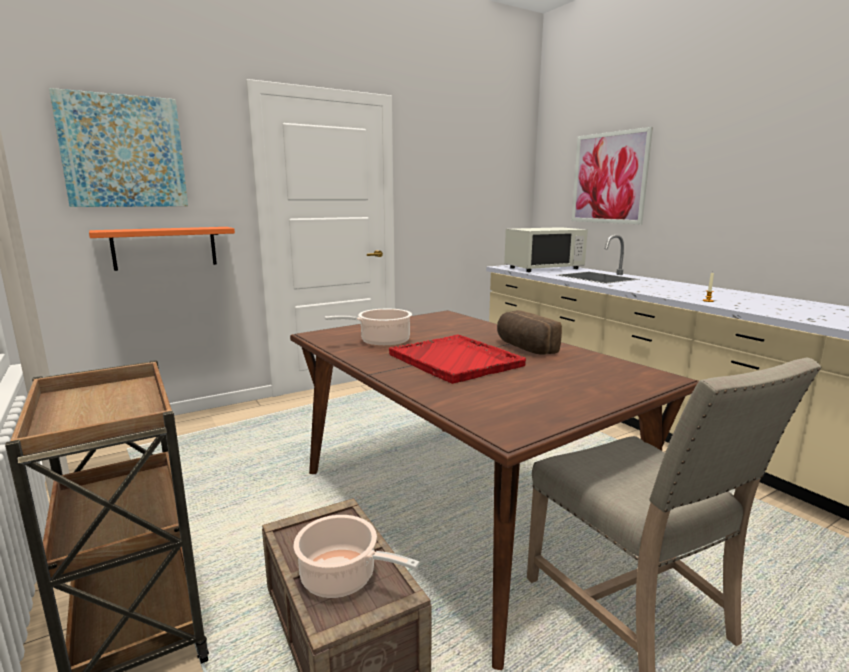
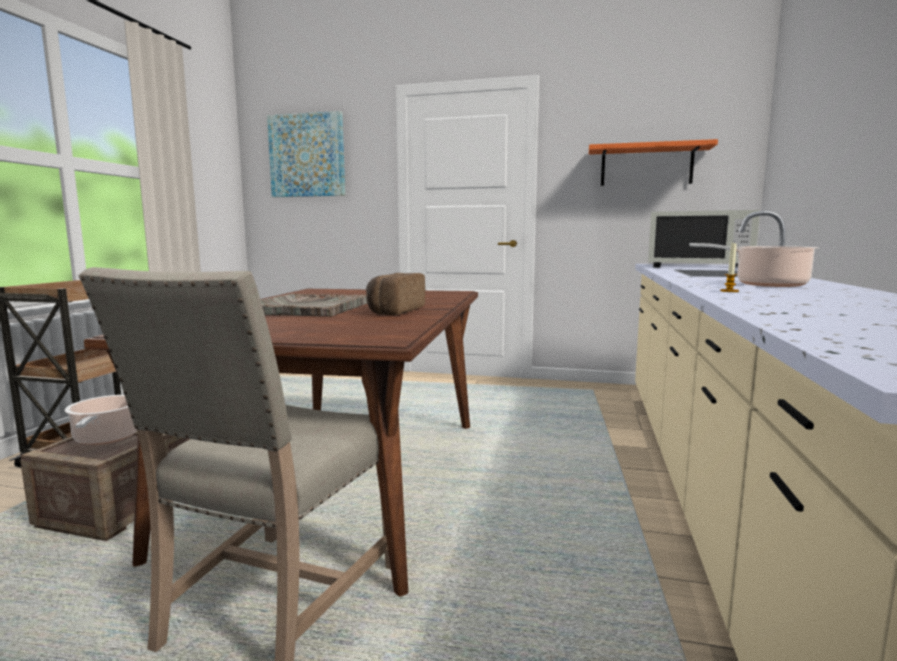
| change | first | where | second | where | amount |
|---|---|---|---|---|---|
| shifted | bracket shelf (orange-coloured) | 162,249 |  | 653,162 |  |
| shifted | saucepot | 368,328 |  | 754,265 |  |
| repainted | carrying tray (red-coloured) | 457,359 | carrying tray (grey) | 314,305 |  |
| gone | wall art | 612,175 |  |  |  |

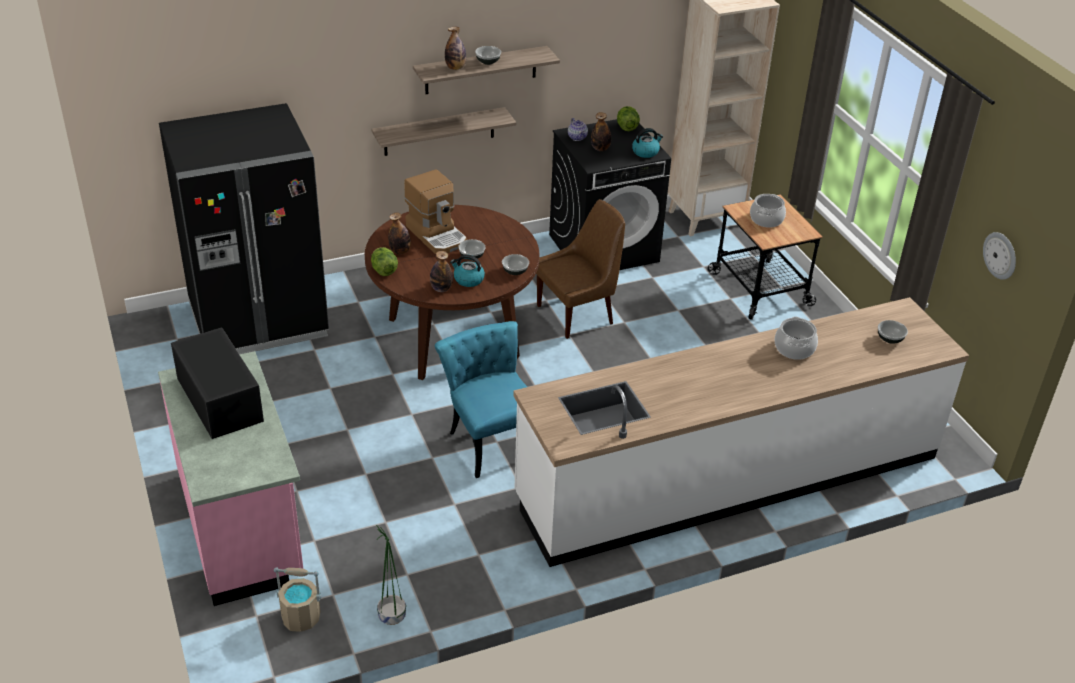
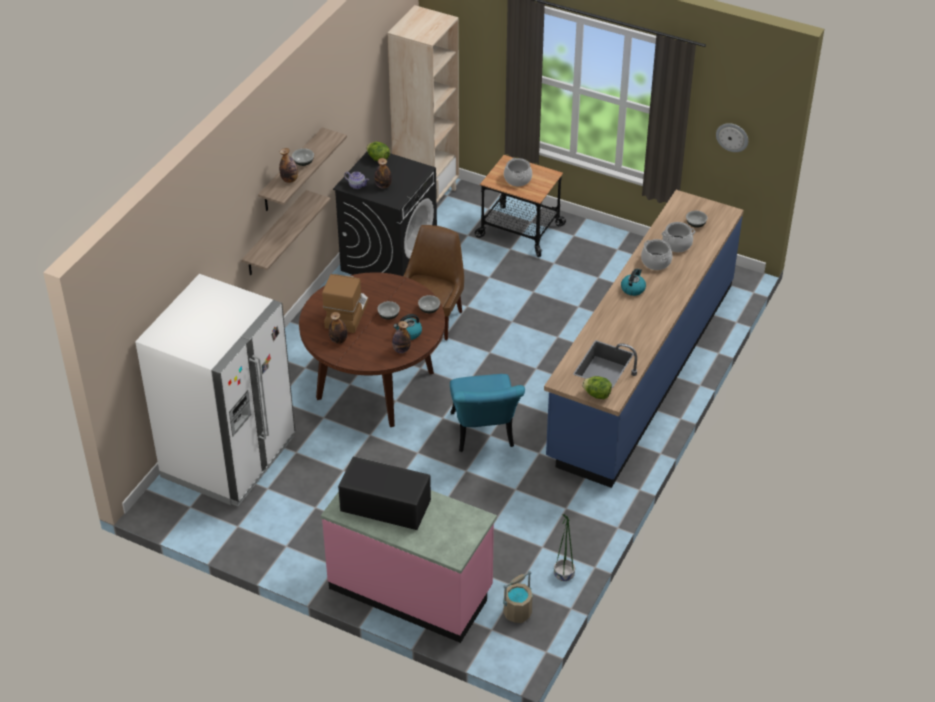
| change | first | where | second | where | amount |
|---|---|---|---|---|---|
| repainted | fridge (black) | 244,228 | fridge (white-coloured) | 215,390 |  |
| shifted | head of lettuce | 384,261 |  | 597,387 |  |
| rotated | coffee maker | 435,211 |  | 345,303 | 90 degrees counterclockwise |
| rotated | plain chair (turquoise-coloured) | 481,399 |  | 487,413 | 120 degrees counterclockwise |
| repainted | kitchen counter (white-coloured) | 741,432 | kitchen counter (blue-coloured) | 644,339 |  |
| shifted | water kettle | 647,143 |  | 633,282 |  |
| new |  |  | saucepot | 678,237 |  |

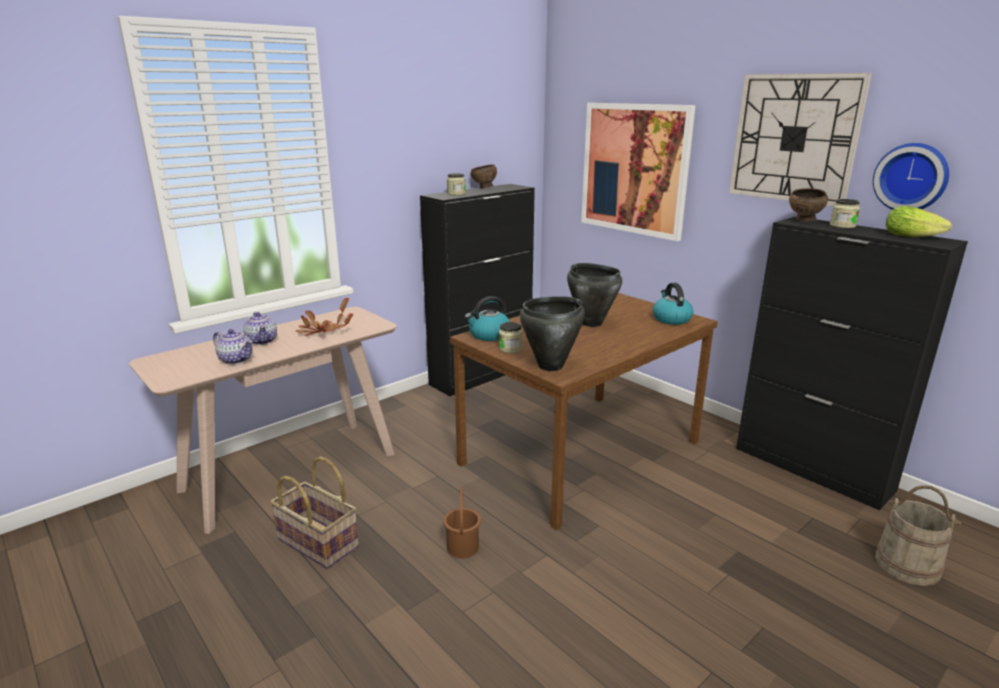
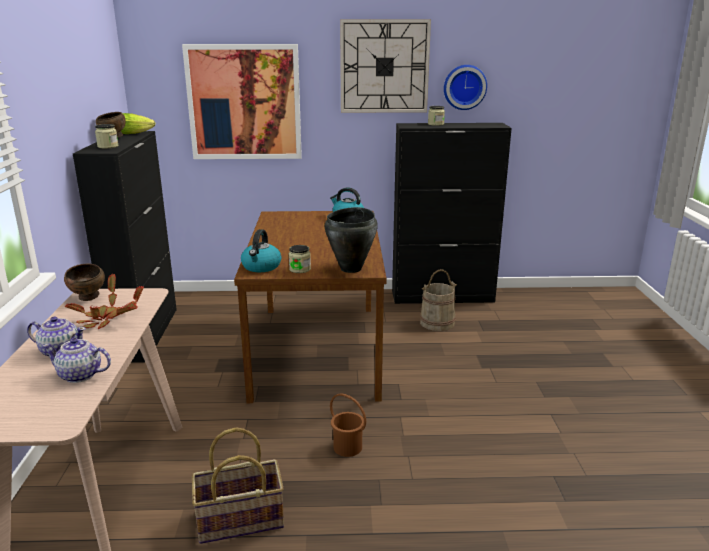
| change | first | where | second | where | amount |
|---|---|---|---|---|---|
| rotated | pot for tea | 233,347 |  | 76,360 | 150 degrees counterclockwise |
| gone | saucepot (black) | 594,295 |  |  |  |
| shifted | serving bowl (brown-coloured) | 808,205 |  | 84,282 |  |
| shifted | pail (sand-coloured) | 918,535 |  | 438,300 |  |
| shifted | head of lettuce | 919,221 |  | 138,123 |  |

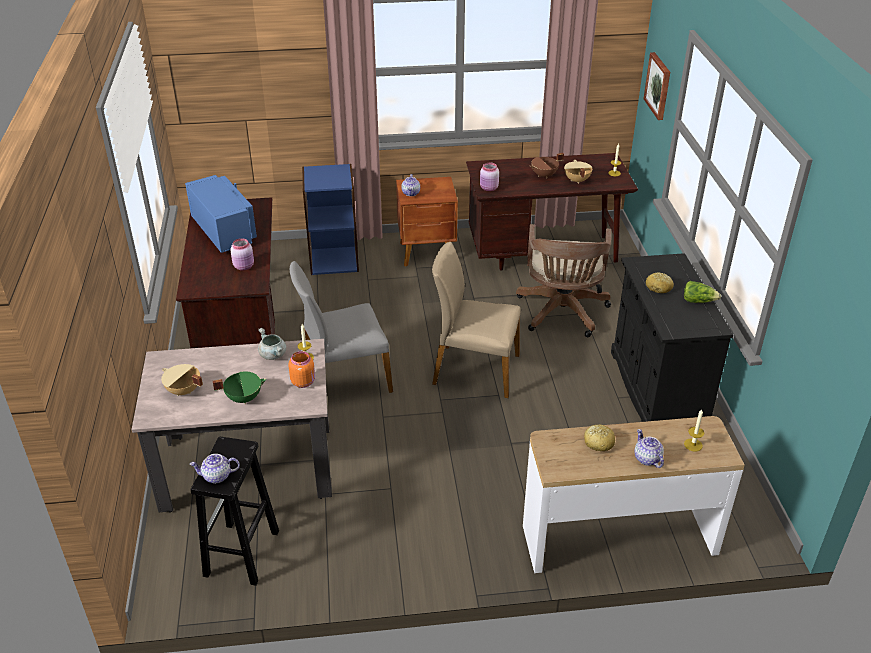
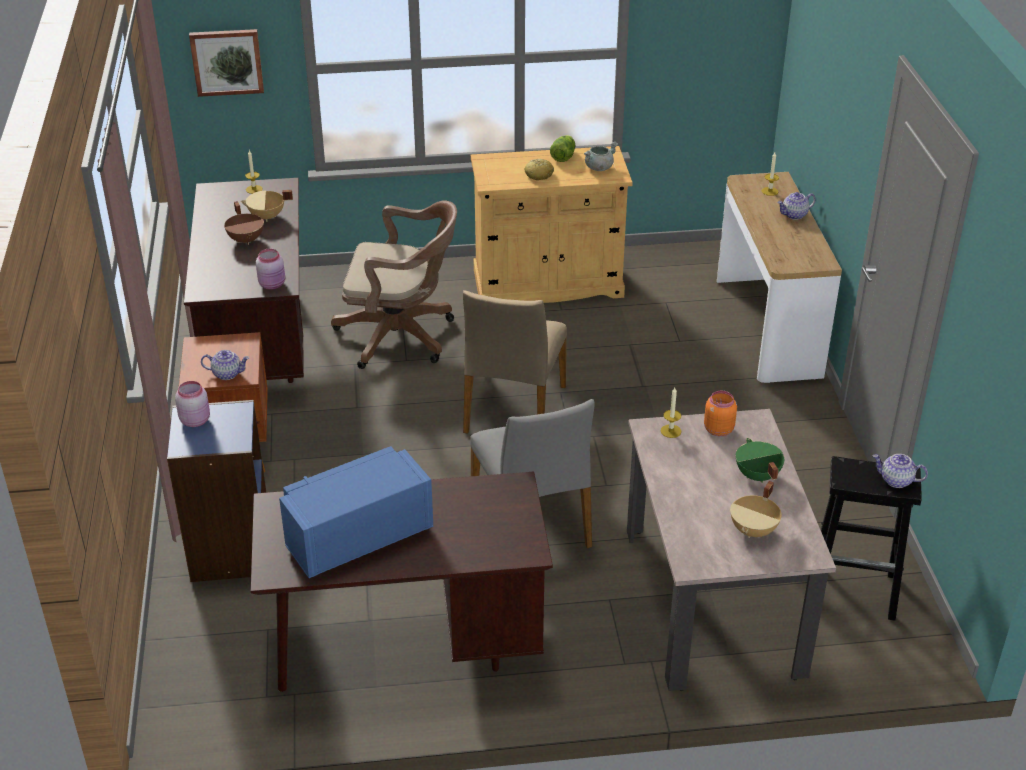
| change | first | where | second | where | amount |
|---|---|---|---|---|---|
| rotated | pot for tea | 215,468 |  | 900,471 | 120 degrees clockwise |
| shifted | storage jar (pinkish) | 242,254 |  | 192,404 |  |
| shifted | saucepot (grey) | 272,344 |  | 601,156 |  |
| gone | bakery bread | 599,438 |  |  |  |
| repainted | storage cabinet (black) | 672,337 | storage cabinet (sand-coloured) | 552,224 |  |

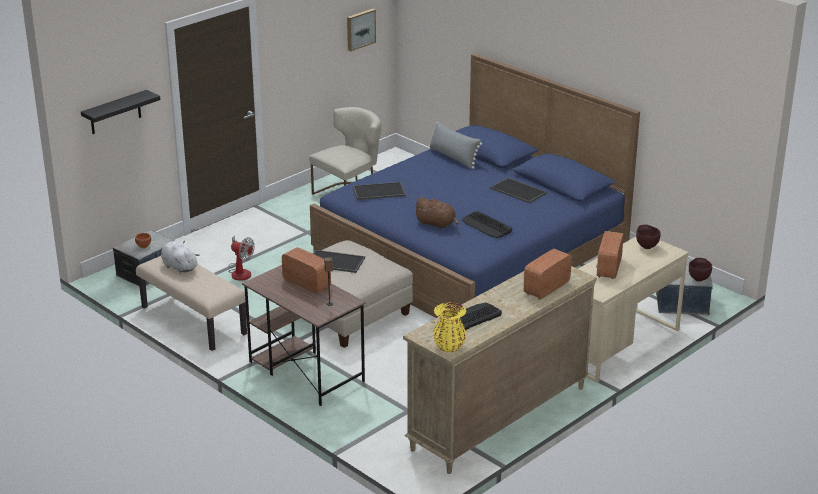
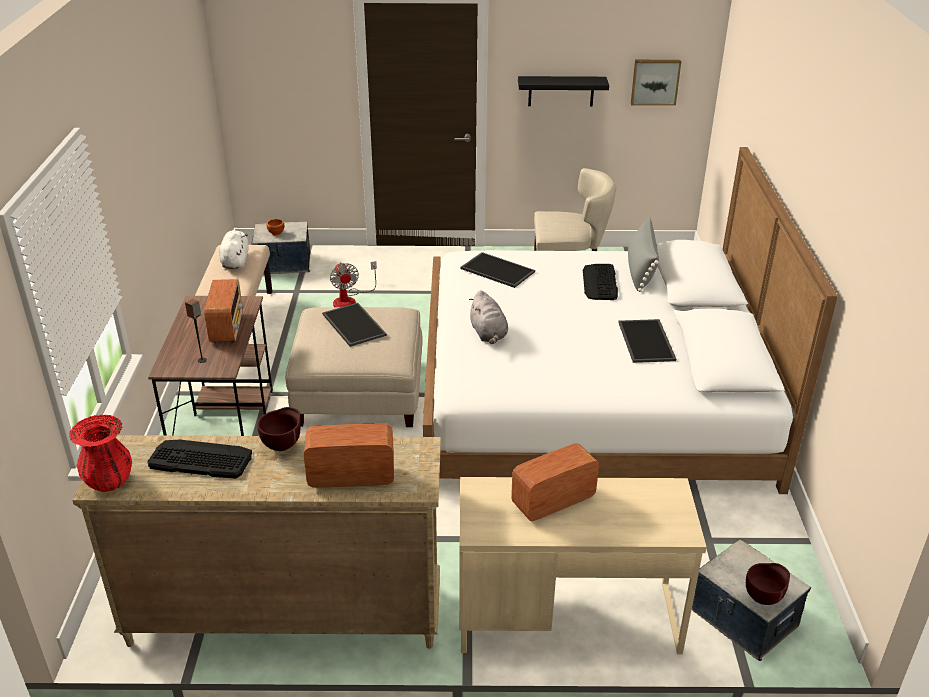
| change | first | where | second | where | amount |
|---|---|---|---|---|---|
| shifted | bracket shelf (black) | 120,112 |  | 563,91 |  |
| repainted | sleeping bed (blue-coloured) | 475,185 | sleeping bed (white-coloured) | 630,320 |  |
| repainted | cuddly toy (brown-coloured) | 436,213 | cuddly toy (grey) | 488,317 |  |
| repainted | decorative vase (yellow-coloured) | 449,327 | decorative vase (red-coloured) | 100,453 |  |
| shifted | PC keyboard | 487,224 |  | 600,282 |  |
| shifted | serving bowl (brown-coloured) | 648,237 |  | 279,429 |  |

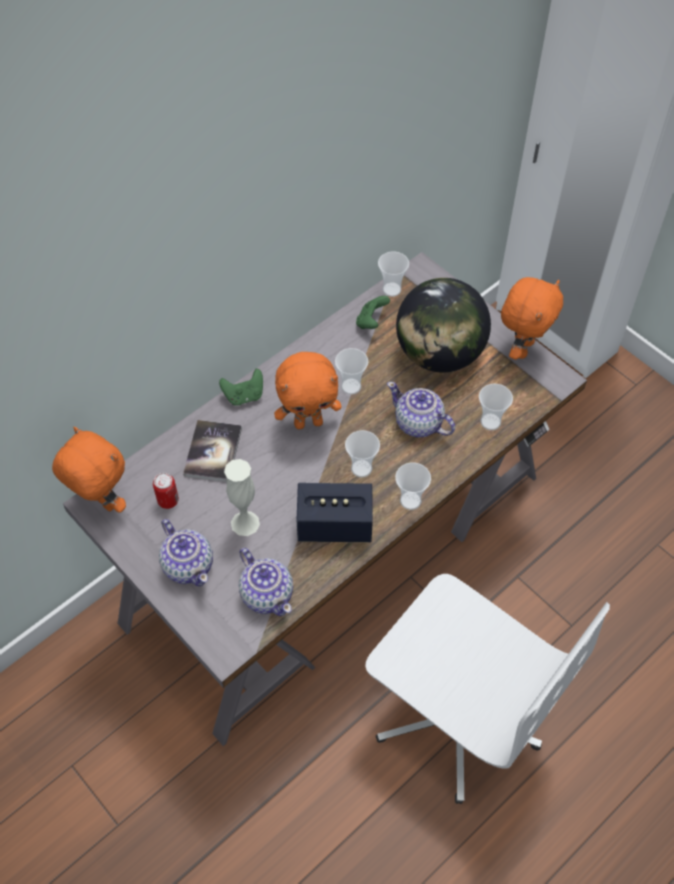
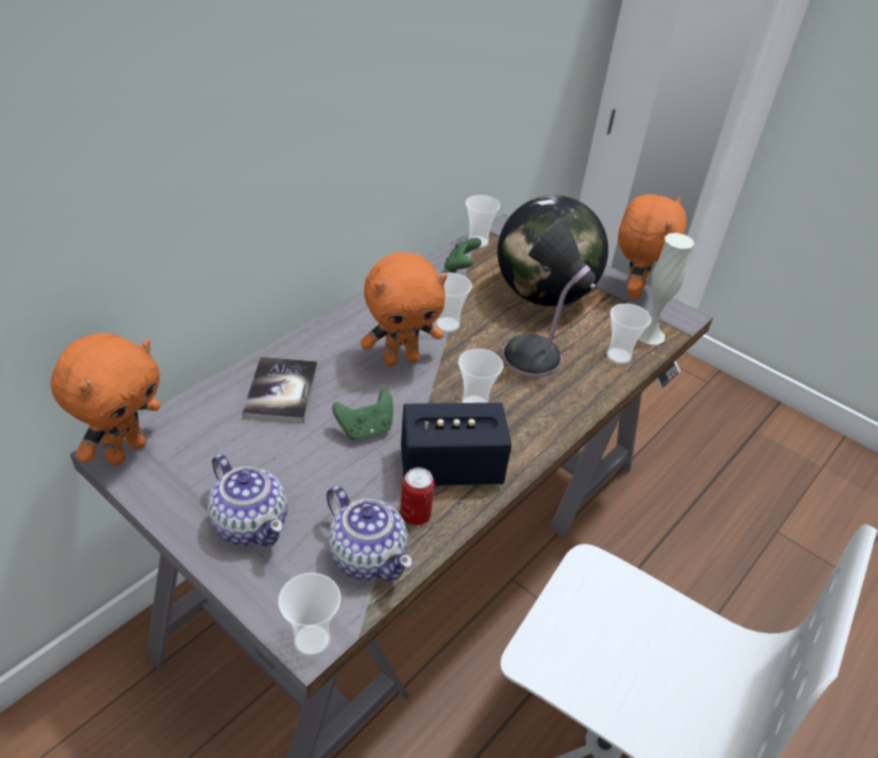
| change | first | where | second | where | amount |
|---|---|---|---|---|---|
| rotated | cuddly toy (orange-coloured) | 89,470 |  | 106,399 | 90 degrees clockwise |
| shifted | metal can | 166,491 |  | 417,496 |  |
| shifted | game controller (green) | 241,387 |  | 362,415 |  |
| shifted | decorative vase (white-coloured) | 242,497 |  | 666,289 |  |
| swapped | pot for tea | 421,410 | table lamp | 548,298 |  |
| shifted | drinking cup | 413,486 |  | 309,615 |  |

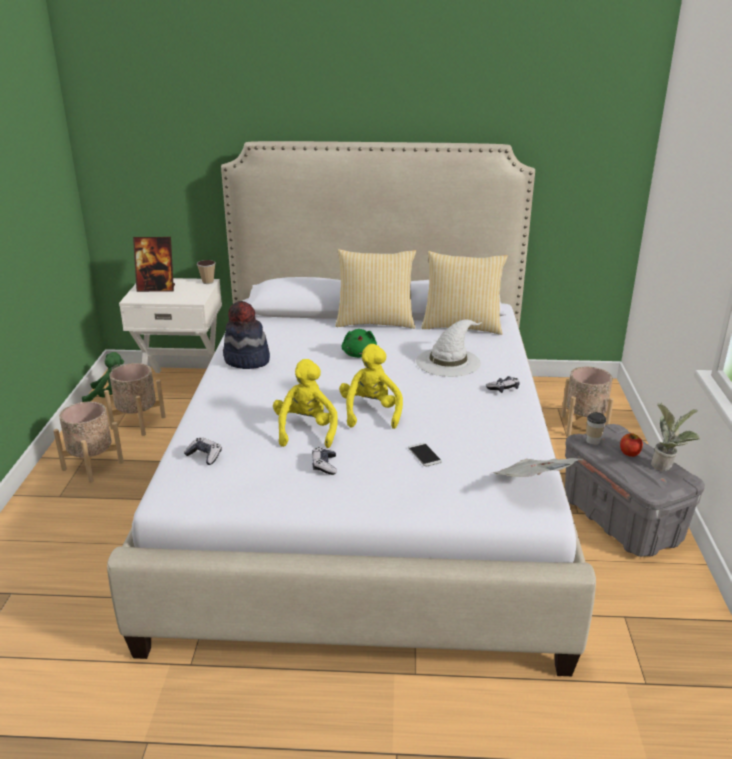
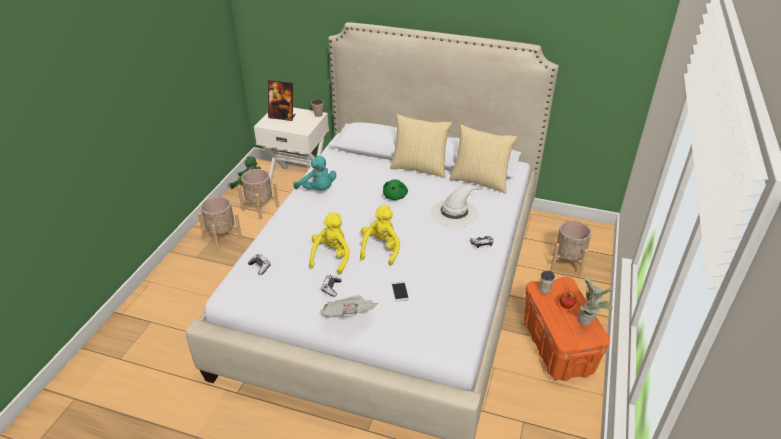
| change | first | where | second | where | amount |
|---|---|---|---|---|---|
| swapped | clothing hat | 246,335 | cuddly toy (turquoise-coloured) | 314,173 |  |
| shifted | daily paper | 538,467 |  | 349,305 |  |
| repainted | storage box (grey) | 635,490 | storage box (orange-coloured) | 567,329 |  |

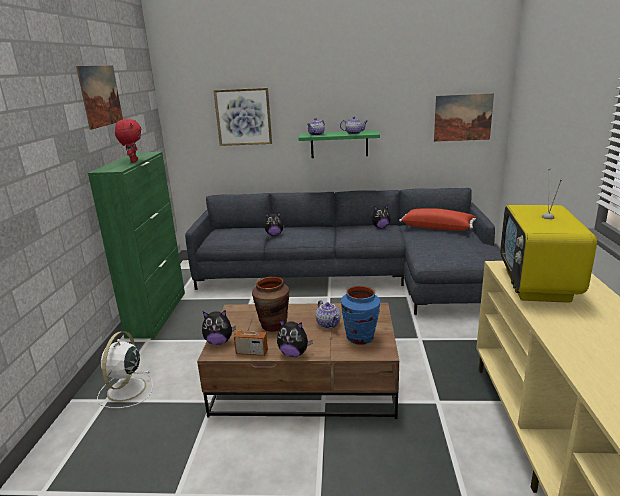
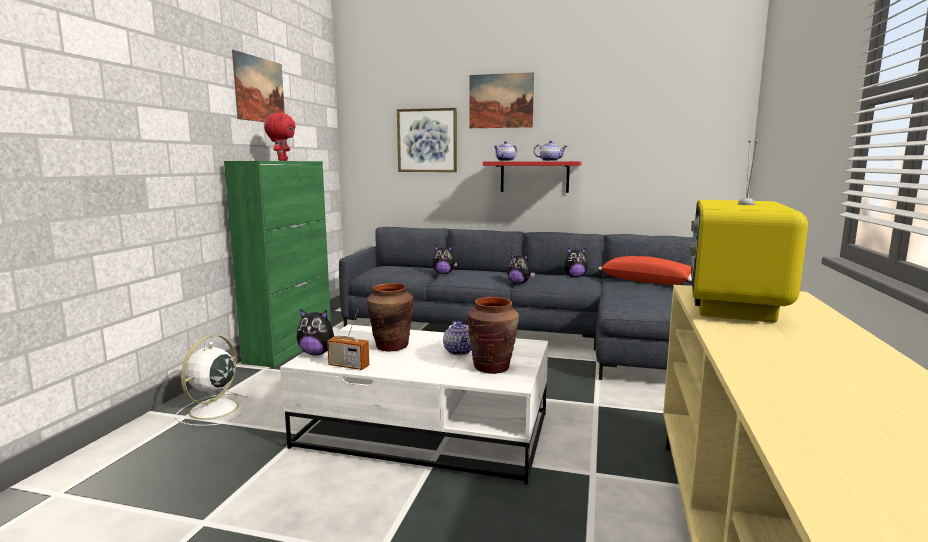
| change | first | where | second | where | amount |
|---|---|---|---|---|---|
| repainted | low table (brown-coloured) | 298,361 | low table (white-coloured) | 414,404 |  |
| shifted | cuddly toy | 295,338 |  | 521,268 |  |
| repainted | bracket shelf (green) | 339,144 | bracket shelf (red-coloured) | 532,177 |  |
| repainted | decorative vase (blue-coloured) | 360,315 | decorative vase (brown-coloured) | 493,335 |  |
| shifted | wall art | 464,117 |  | 501,100 |  |

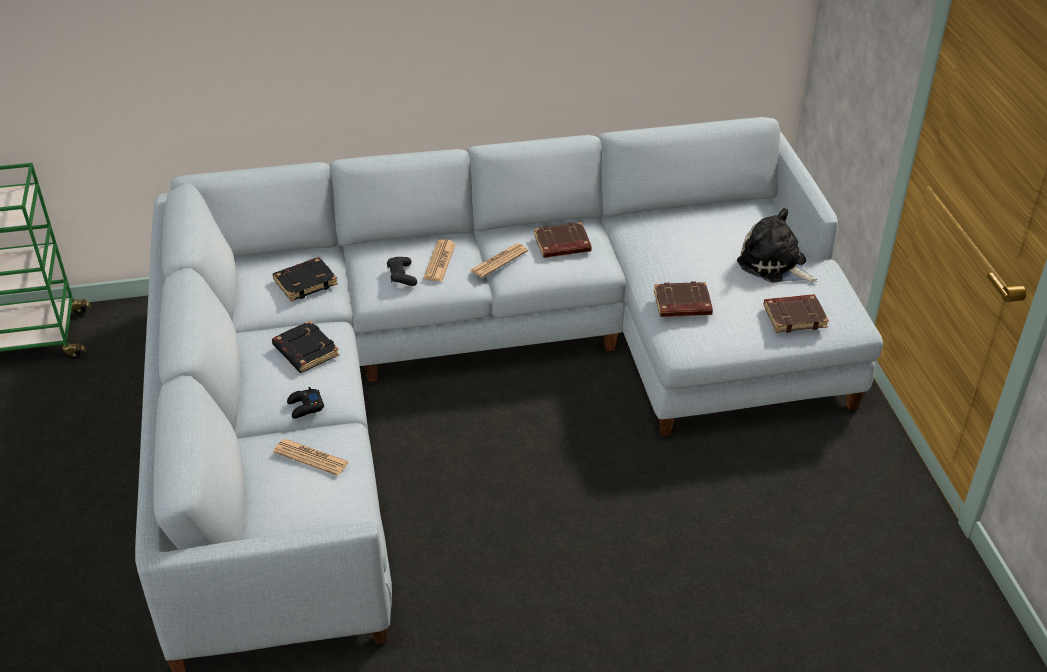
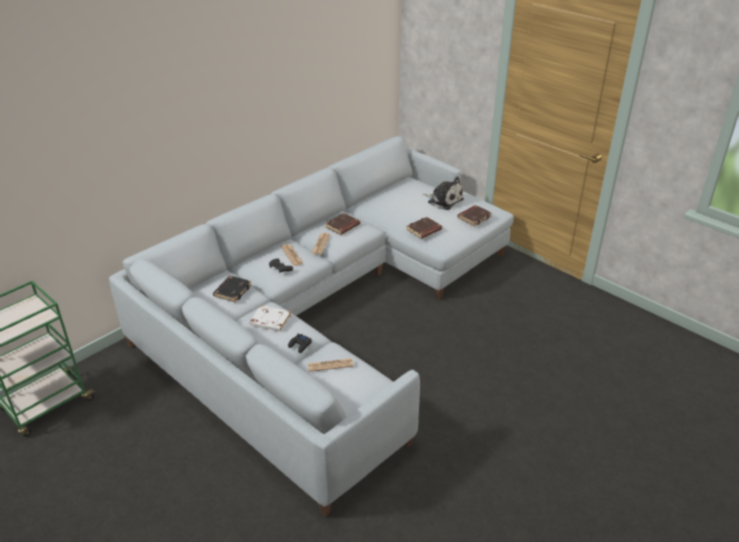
| change | first | where | second | where | amount |
|---|---|---|---|---|---|
| repainted | volume (black) | 305,347 | volume (white-coloured) | 270,318 |  |
| rotated | cuddly toy | 777,245 |  | 443,193 | 150 degrees counterclockwise |

